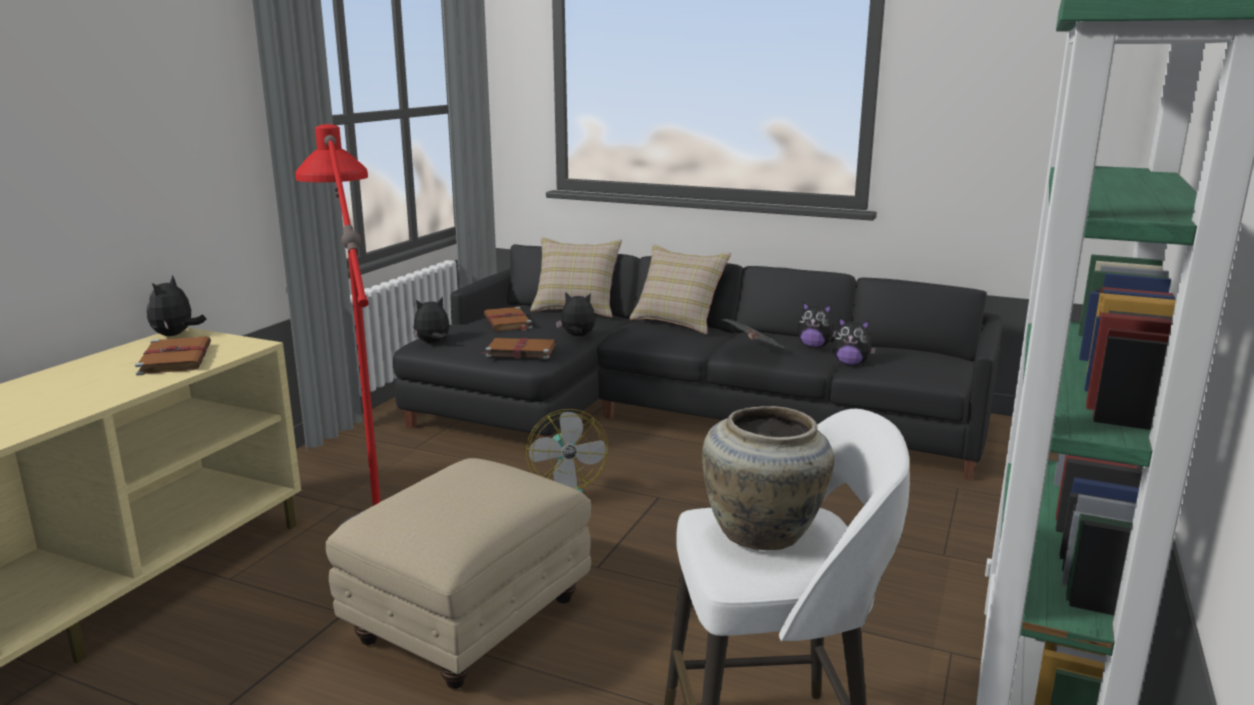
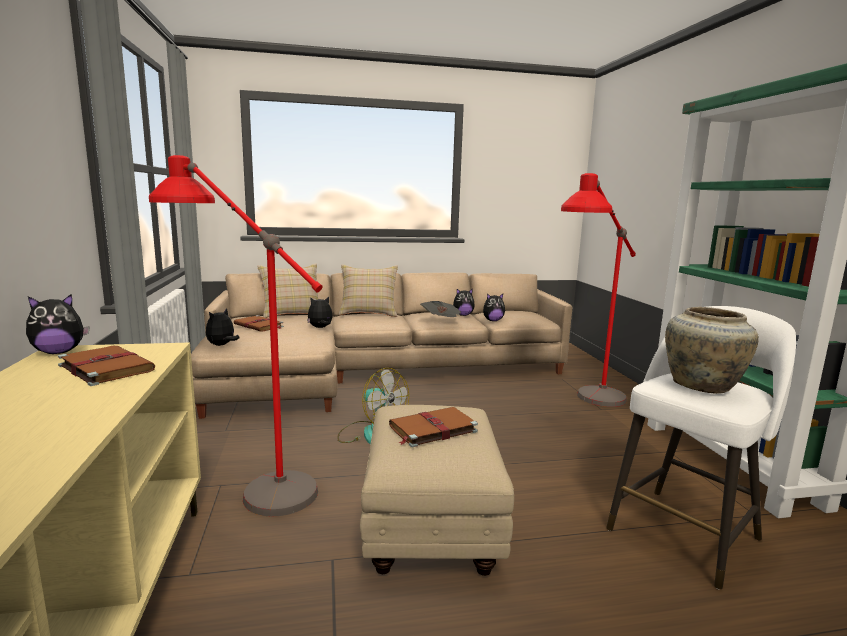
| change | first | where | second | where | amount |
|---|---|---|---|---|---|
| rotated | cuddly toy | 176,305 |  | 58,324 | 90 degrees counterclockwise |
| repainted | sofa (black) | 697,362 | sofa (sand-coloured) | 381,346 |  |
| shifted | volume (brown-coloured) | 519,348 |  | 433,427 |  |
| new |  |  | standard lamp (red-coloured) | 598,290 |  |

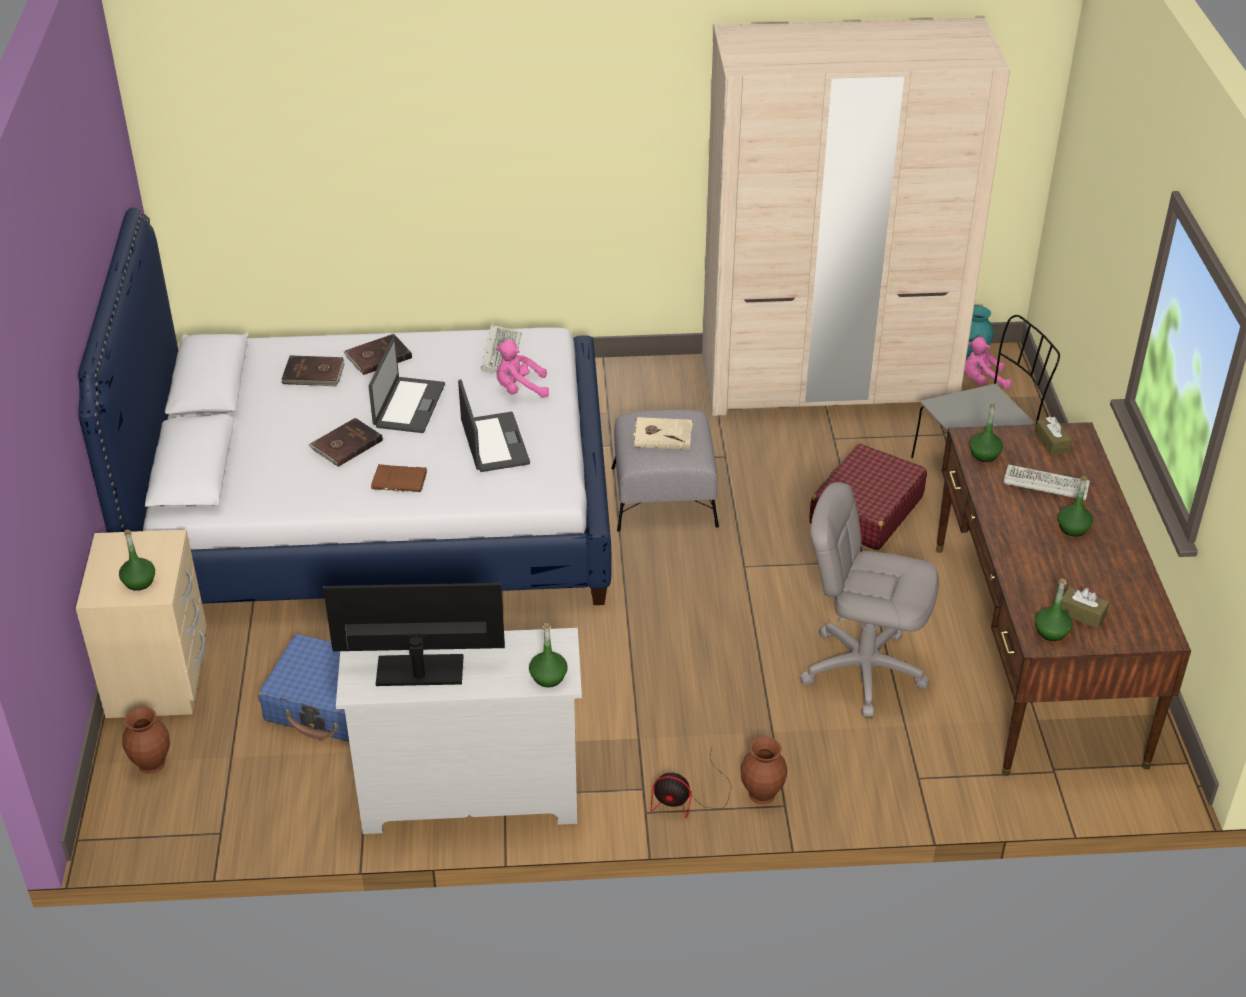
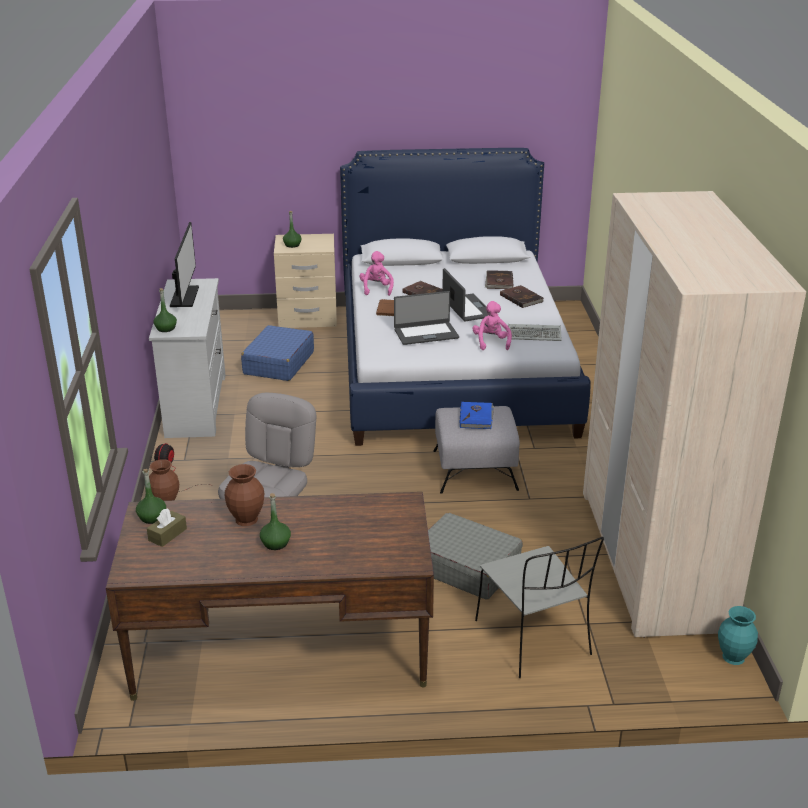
| change | first | where | second | where | amount |
|---|---|---|---|---|---|
| shifted | decorative vase (brown-coloured) | 146,740 |  | 244,495 |  |
| rotated | laptop | 406,385 |  | 465,294 | 120 degrees counterclockwise |
| repainted | volume (sand-coloured) | 662,433 | volume (blue-coloured) | 476,415 |  |
| repainted | piece of luggage (red-coloured) | 868,497 | piece of luggage (grey) | 475,556 |  |
| shifted | cuddly toy (pinkish) | 987,363 |  | 376,273 |  |
| gone | drink bottle (green) | 986,433 |  |  |  |
| gone | PC keyboard | 1046,482 |  |  |  |
| gone | tissue box (brown-coloured) | 1053,436 |  |  |  |

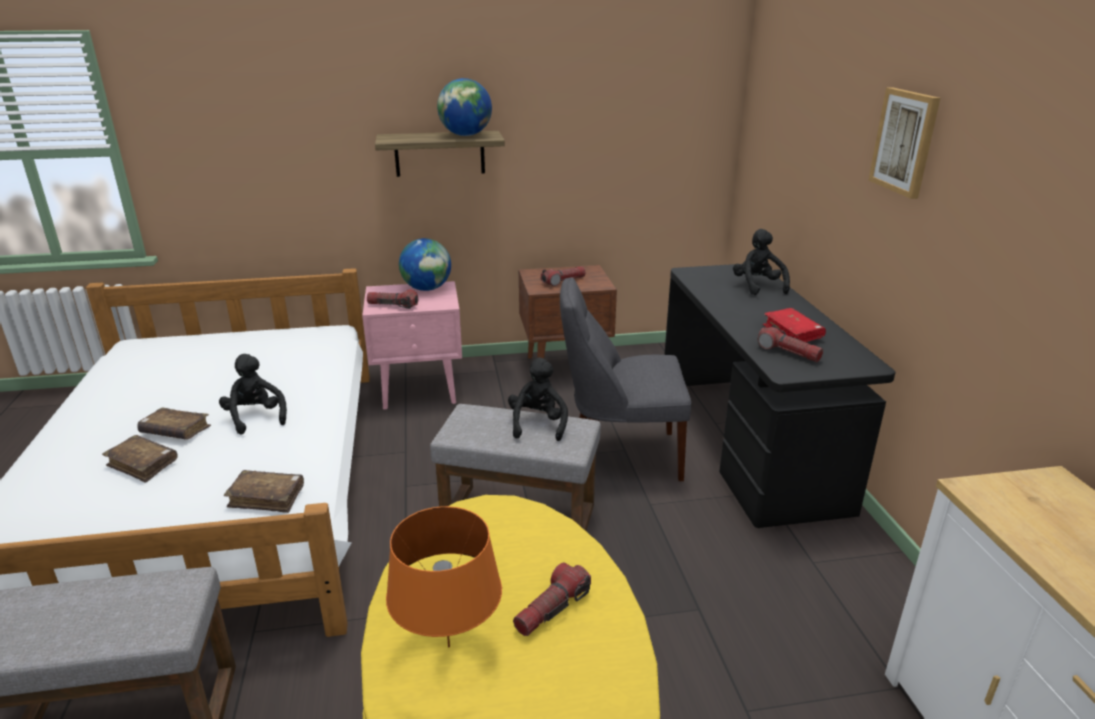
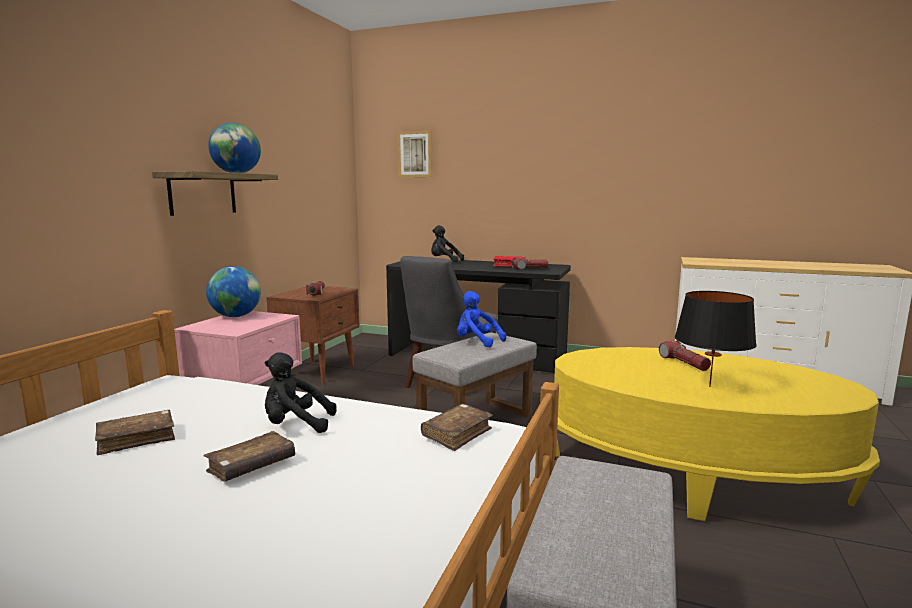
| change | first | where | second | where | amount |
|---|---|---|---|---|---|
| shifted | volume (brown-coloured) | 140,459 |  | 135,432 |  |
| gone | flashlight | 392,299 |  |  |  |
| repainted | table lamp (orange-coloured) | 444,576 | table lamp (black) | 716,339 |  |
| repainted | cuddly toy (black) | 538,399 | cuddly toy (blue-coloured) | 481,319 |  |
| shifted | wall art | 904,143 |  | 414,154 |  |

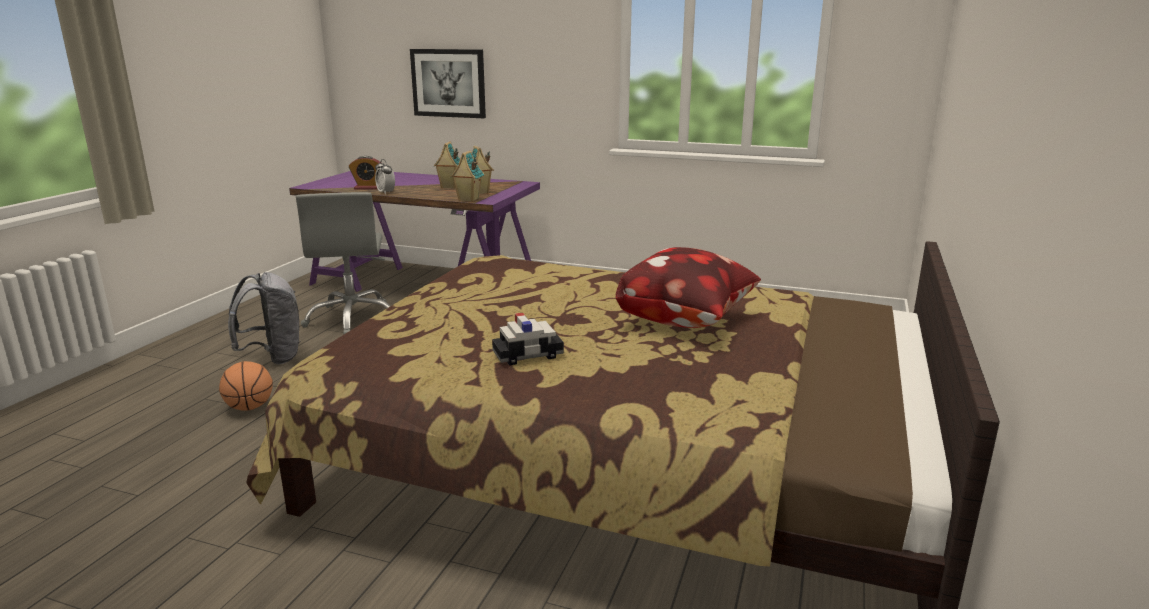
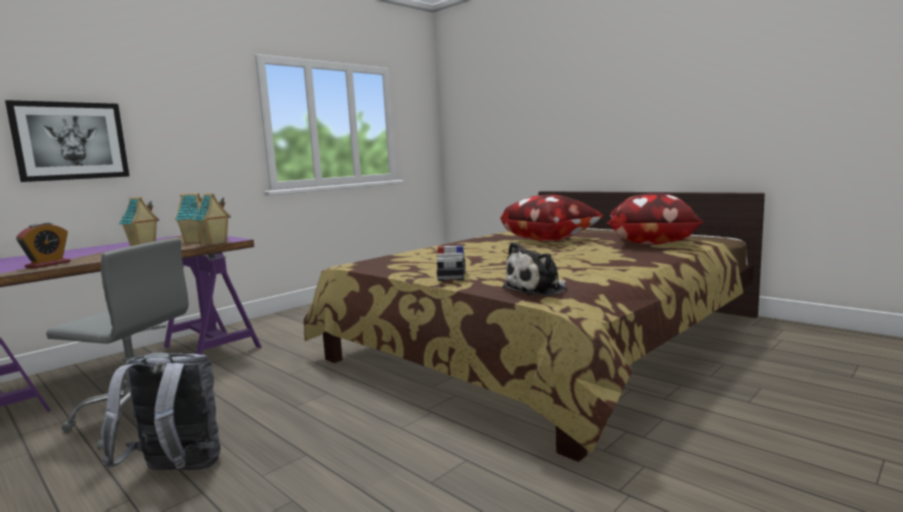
| change | first | where | second | where | amount |
|---|---|---|---|---|---|
| gone | basketball ball | 246,386 |  |  |  |
| gone | alarm clock | 385,177 |  |  |  |
| shifted | miniature car | 528,339 |  | 451,263 |  |
| new |  |  | cuddly toy | 534,269 |  |
| new |  |  | pillow | 655,218 |  |

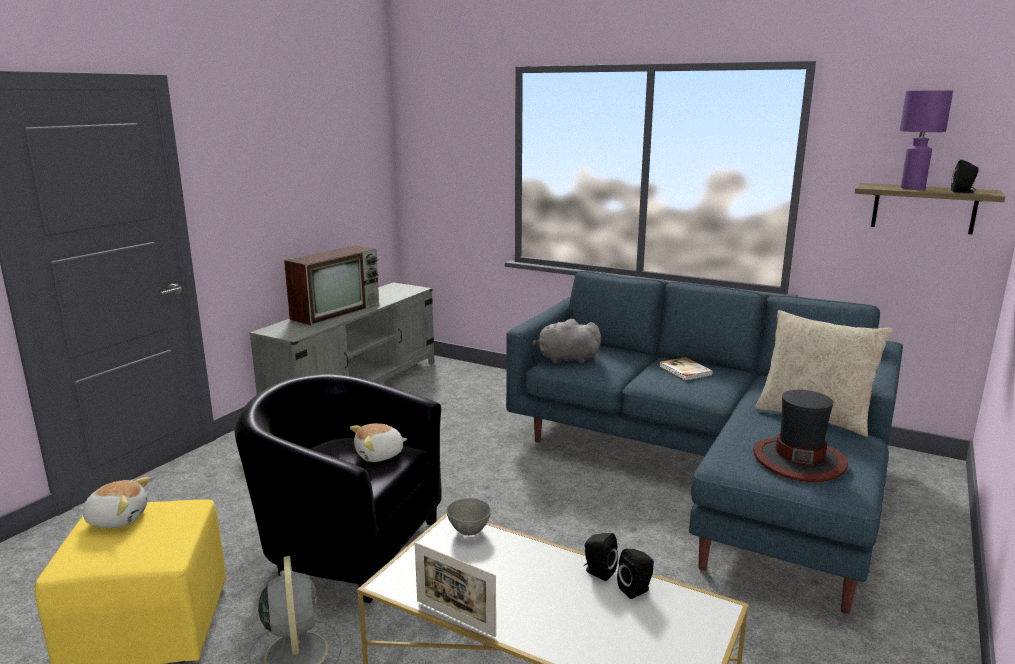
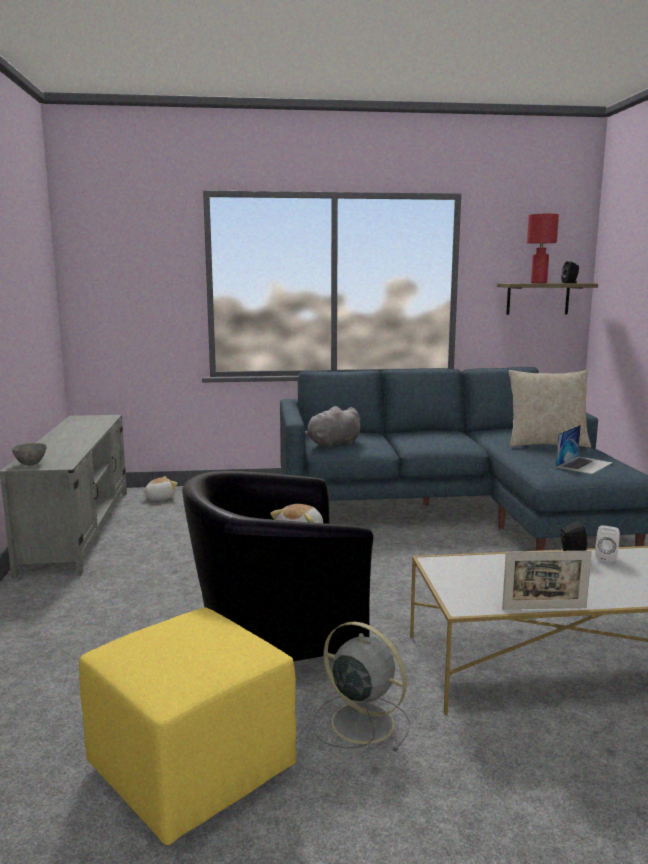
| change | first | where | second | where | amount |
|---|---|---|---|---|---|
| shifted | cuddly toy | 114,502 |  | 160,488 |  |
| gone | TV set | 331,285 |  |  |  |
| shifted | serving bowl (grey) | 468,517 |  | 29,454 |  |
| repainted | loudspeaker (black) | 635,574 | loudspeaker (white-coloured) | 607,544 |  |
| gone | volume | 686,369 |  |  |  |
| swapped | clothing hat | 800,436 | laptop | 584,449 |  |
| repainted | table lamp (purple) | 926,140 | table lamp (red-coloured) | 543,248 |  |

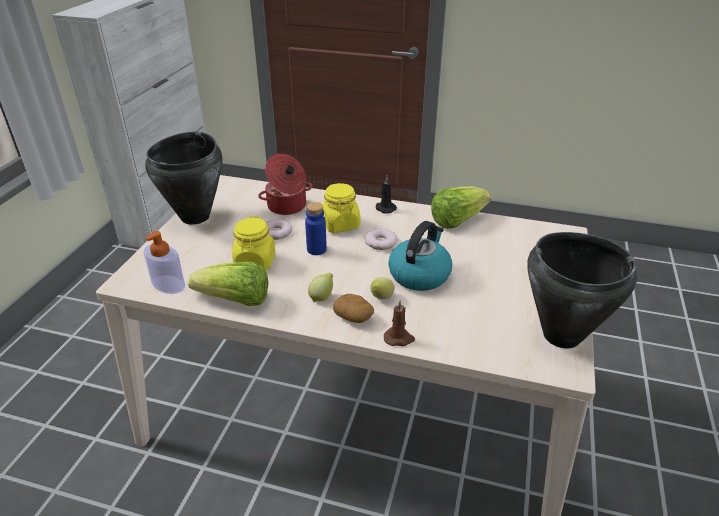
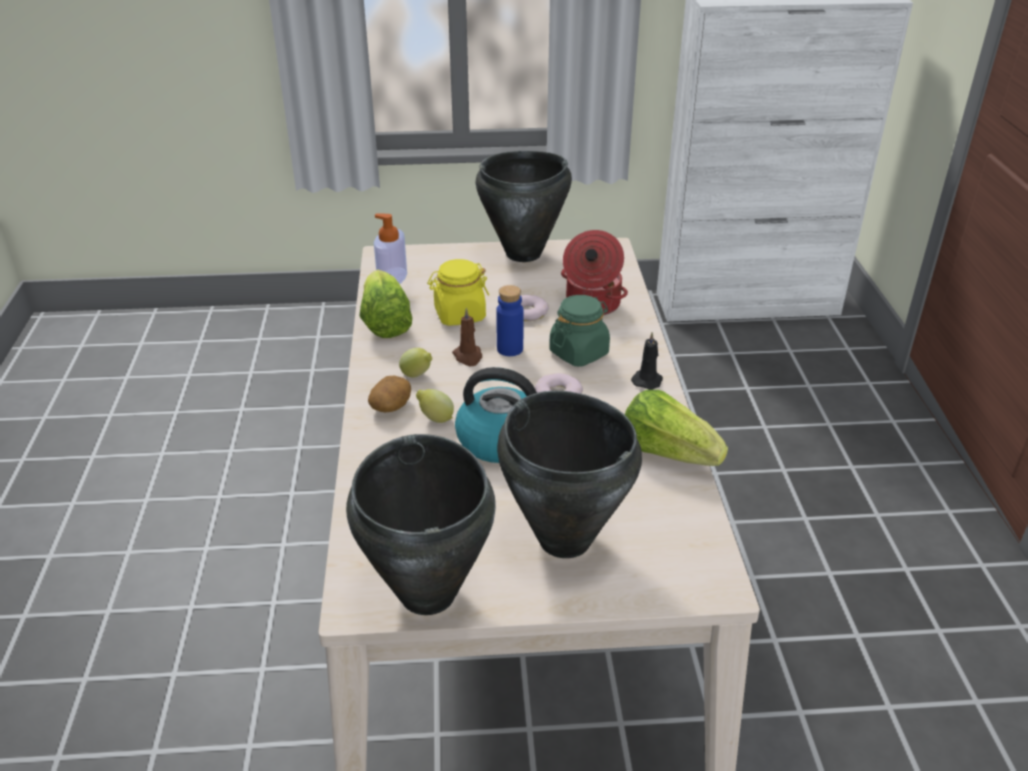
| change | first | where | second | where | amount |
|---|---|---|---|---|---|
| repainted | storage jar (yellow-coloured) | 341,208 | storage jar (green) | 579,331 |  |
| shifted | wax light (brown-coloured) | 399,323 |  | 467,337 |  |
| new |  |  | saucepot (black) | 569,474 |  |

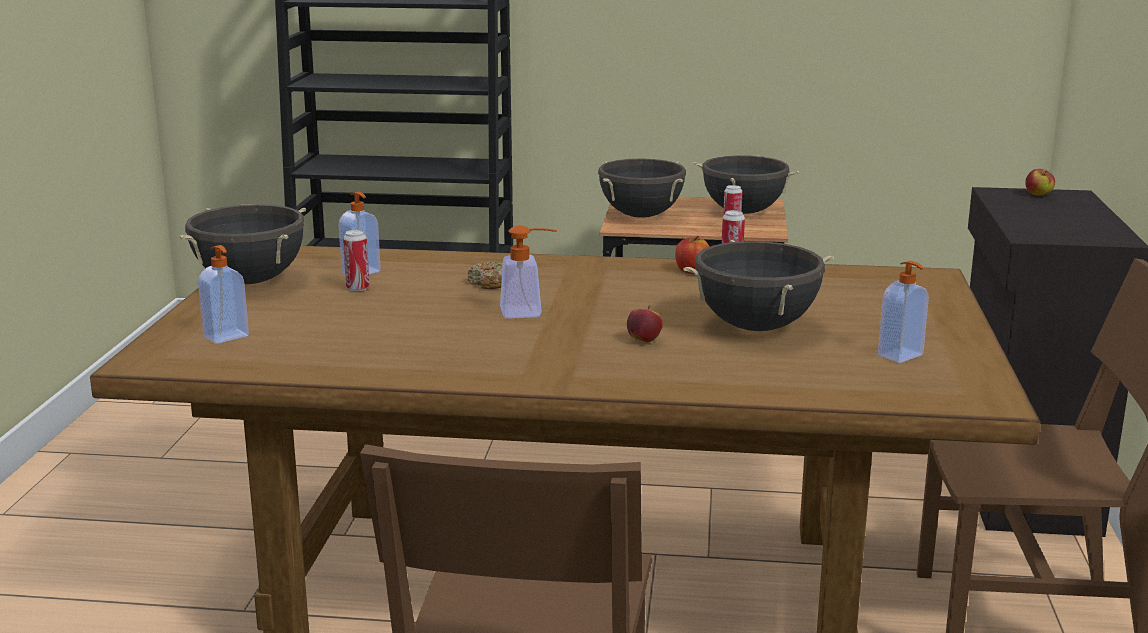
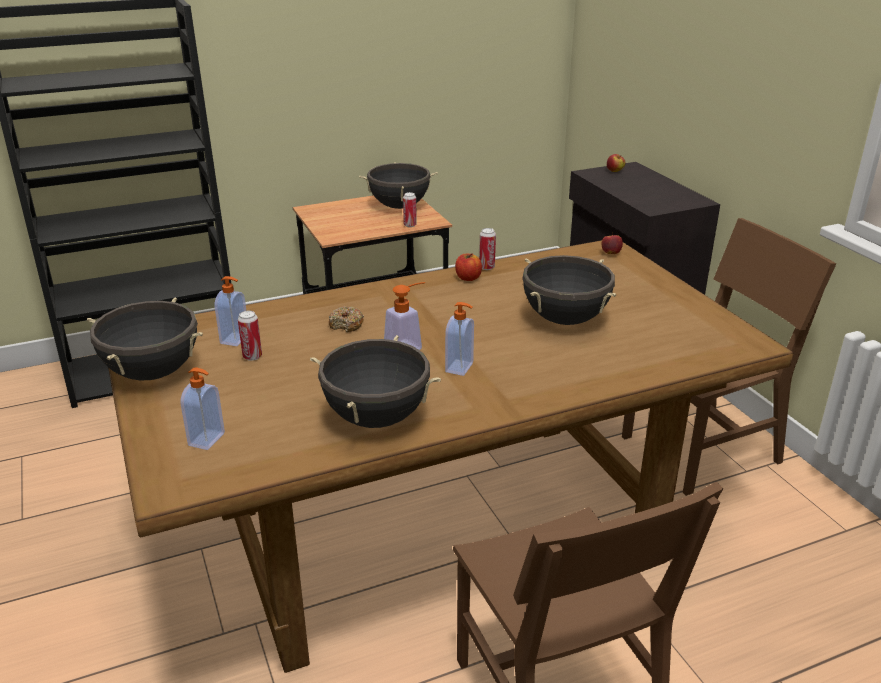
| change | first | where | second | where | amount |
|---|---|---|---|---|---|
| shifted | saucepot (black) | 642,188 |  | 375,381 |  |
| shifted | apple | 645,324 |  | 612,243 |  |
| shifted | soap bottle | 903,312 |  | 459,339 |  |

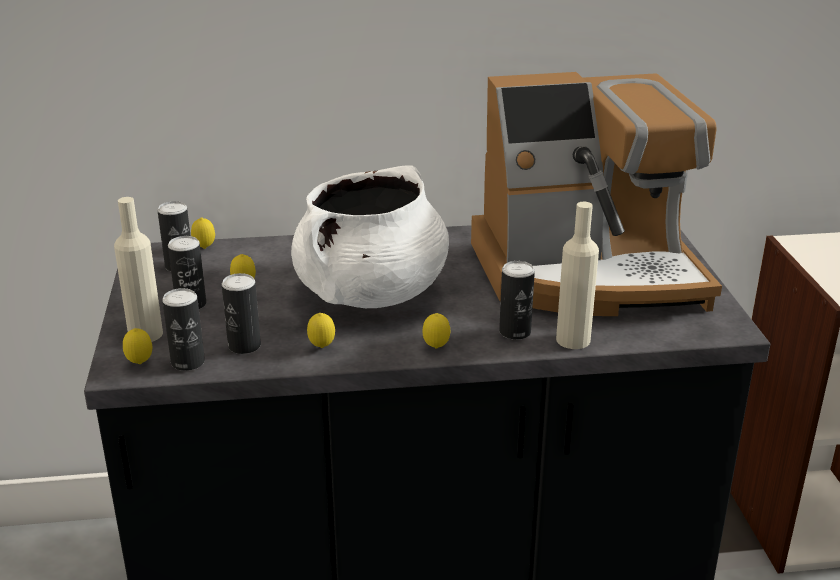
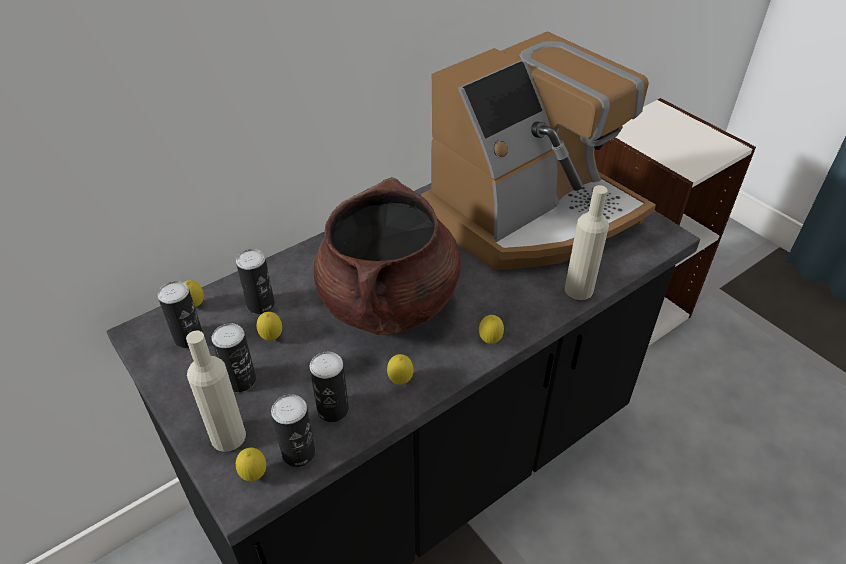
| change | first | where | second | where | amount |
|---|---|---|---|---|---|
| repainted | saucepot (white-coloured) | 370,237 | saucepot (brown-coloured) | 387,256 |  |
| shifted | metal can | 517,300 |  | 255,281 |  |

